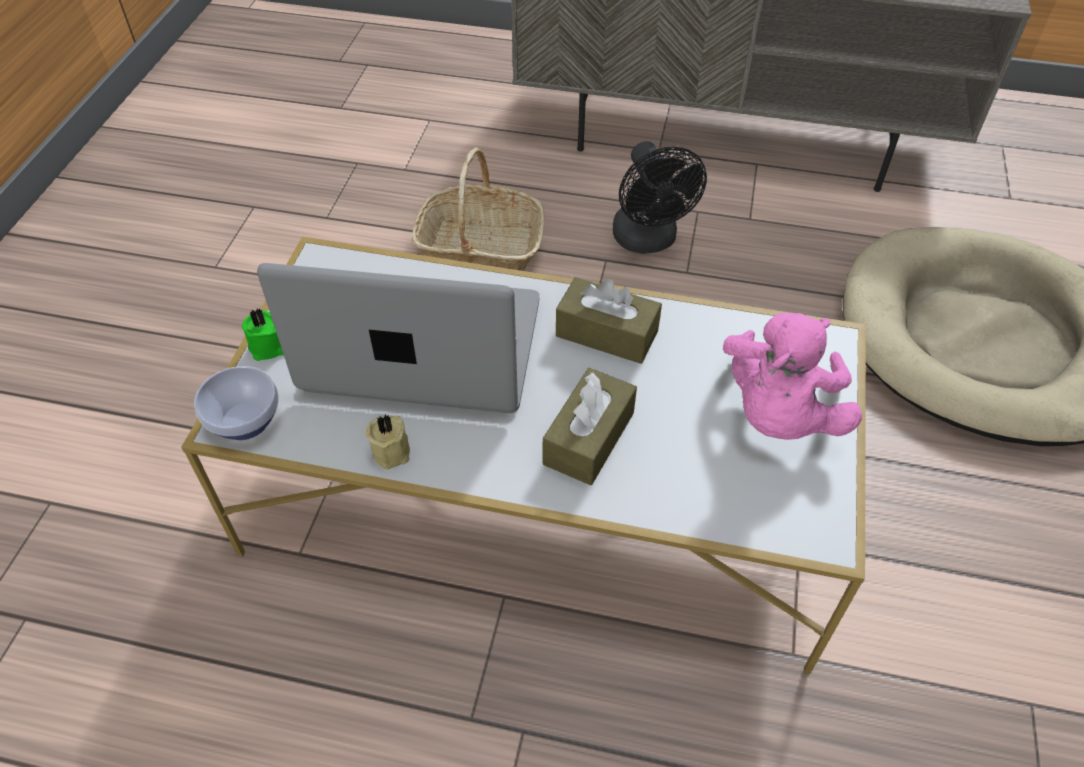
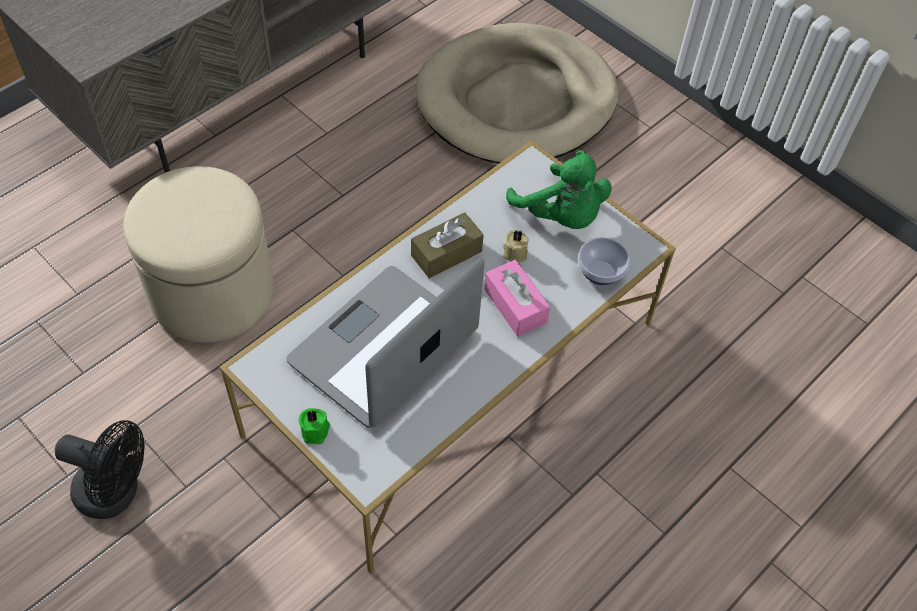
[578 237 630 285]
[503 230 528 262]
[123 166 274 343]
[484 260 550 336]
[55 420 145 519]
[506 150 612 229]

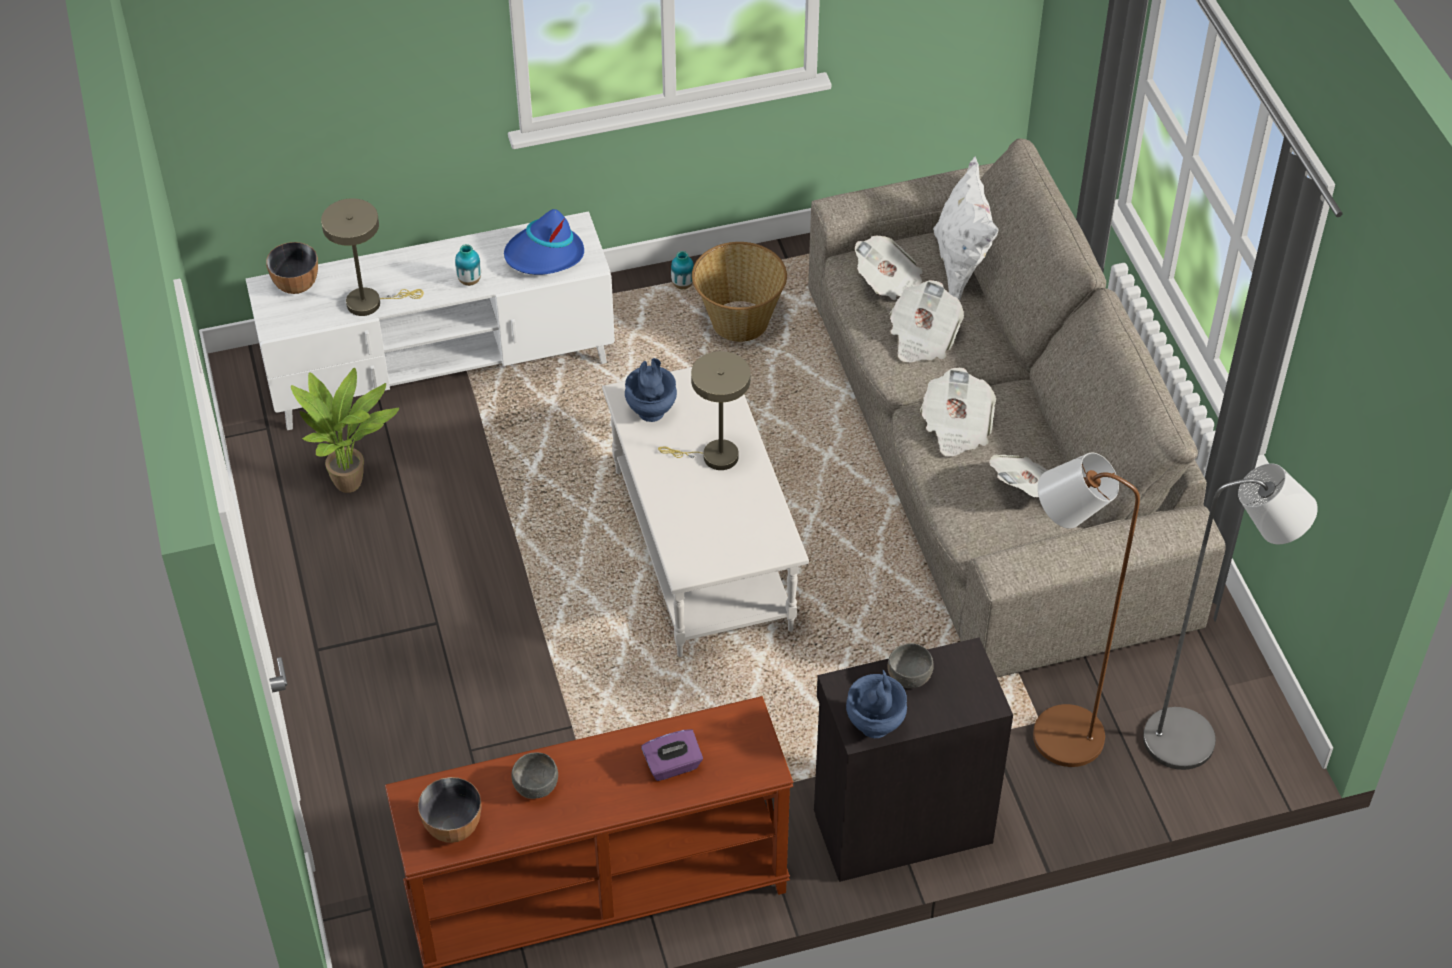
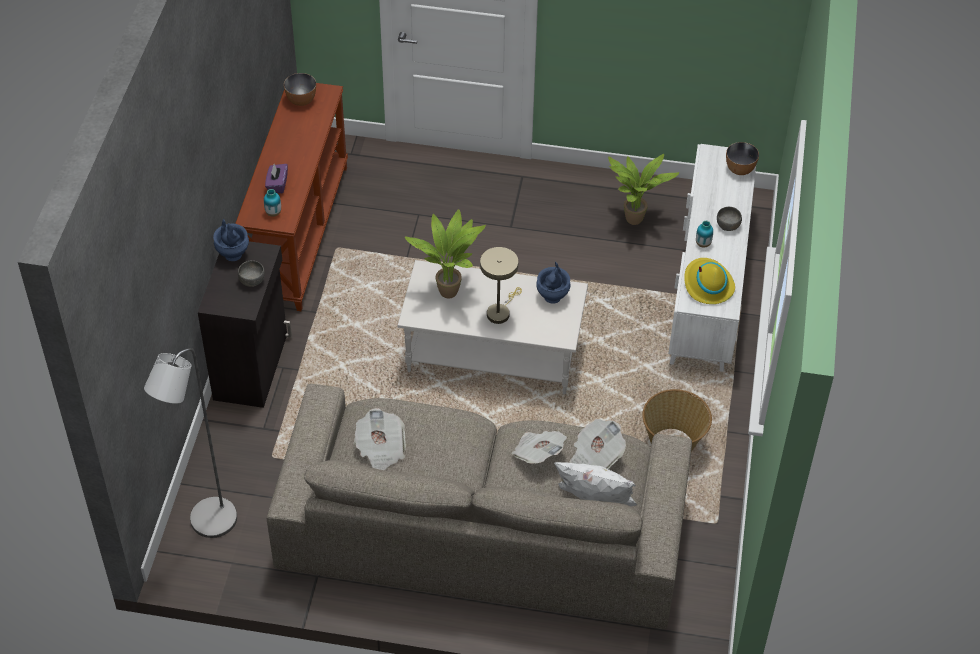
[321 198 424 316] (first image)
[684 258 735 304]
[717 207 742 231]
[264 189 281 217]
[920 368 996 457] (first image)
[1033 452 1140 767] (first image)
[405 209 486 299]

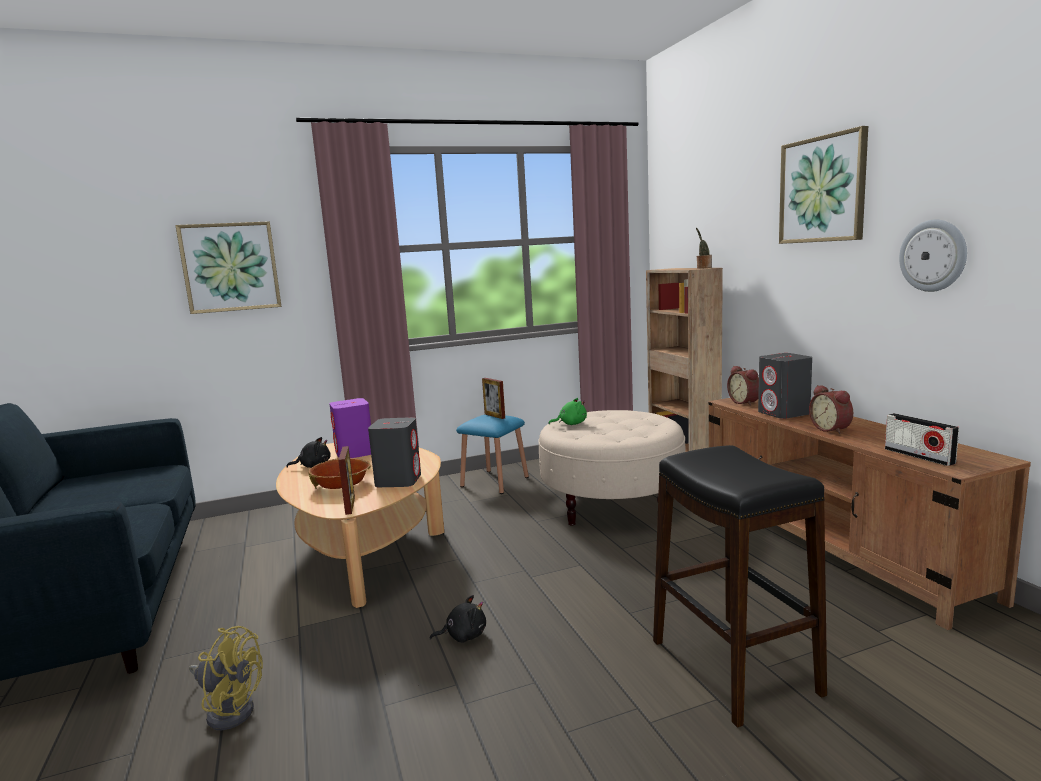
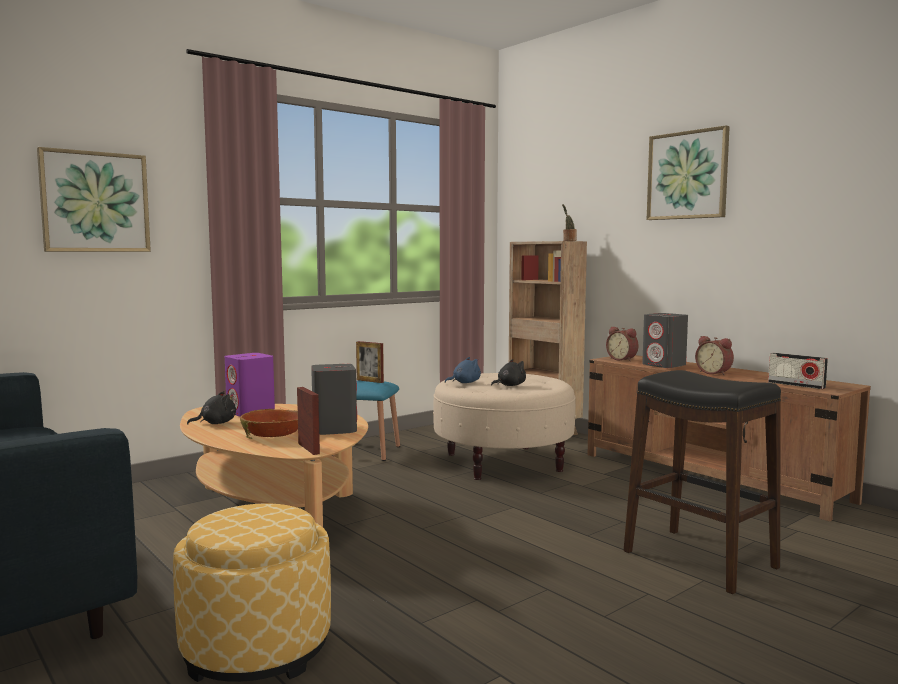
[173 503 331 682]
[491 359 526 386]
[445 357 481 383]
[899 220 967 292] (first image)

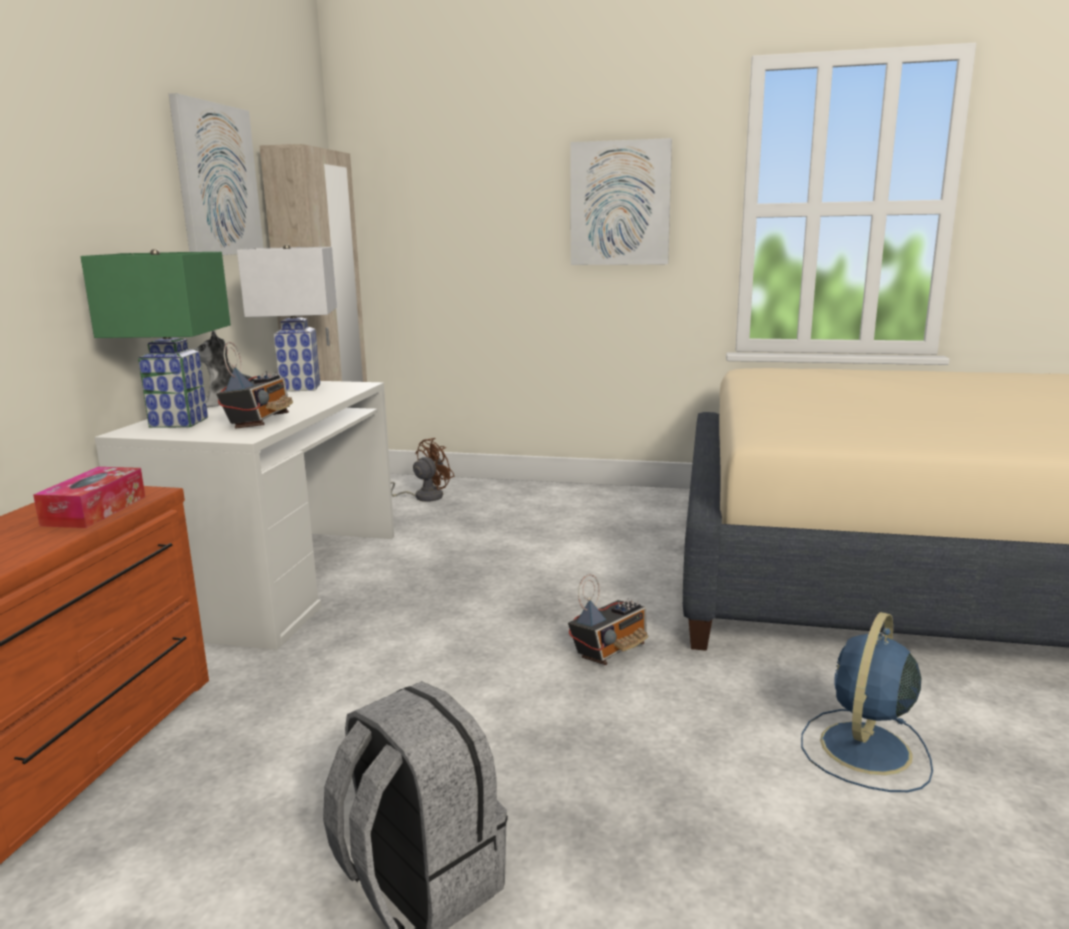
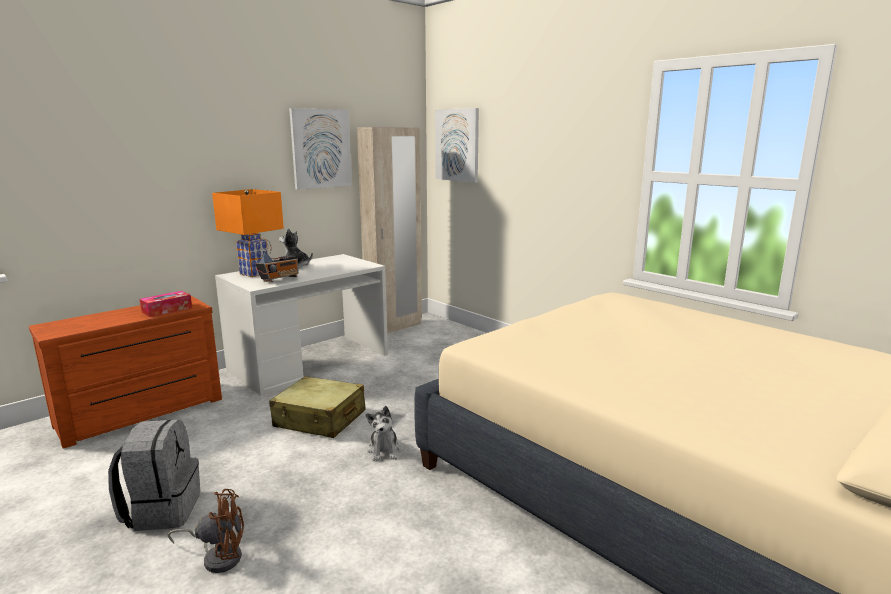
[212 189 284 277]
[237 244 337 392] (first image)
[168 489 244 573]
[366 406 400 461]
[435 108 479 183]
[801 612 933 792] (first image)
[269 376 365 438]

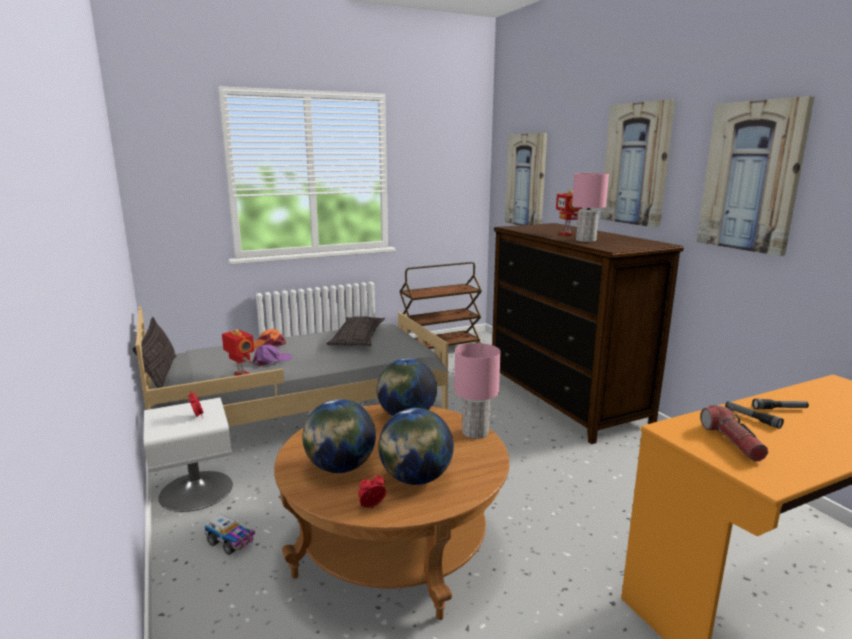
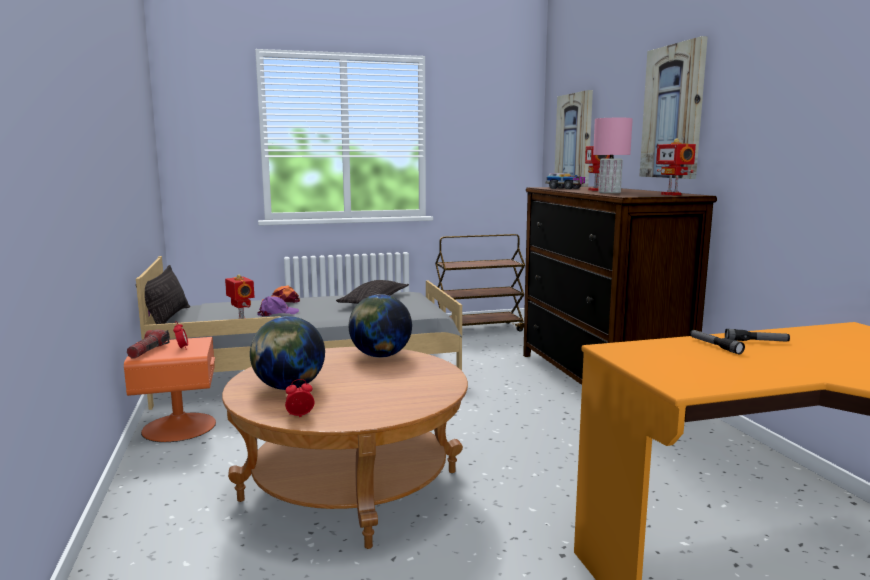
[124 337 216 442]
[546 173 585 189]
[378 408 454 485] (first image)
[454 343 501 439] (first image)
[697 96 815 256] (first image)
[127 329 170 359]
[656 138 696 195]

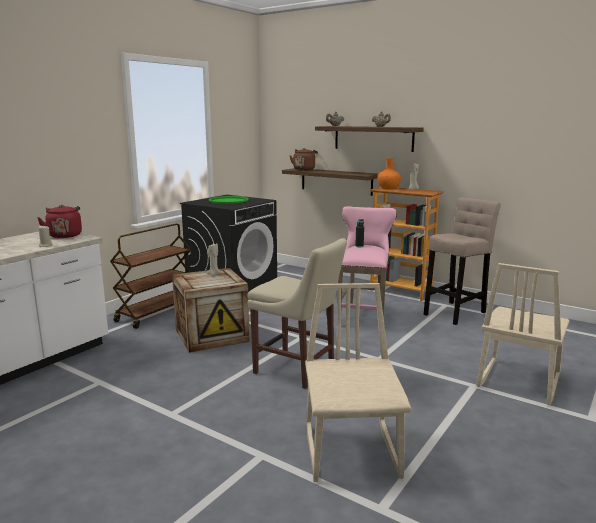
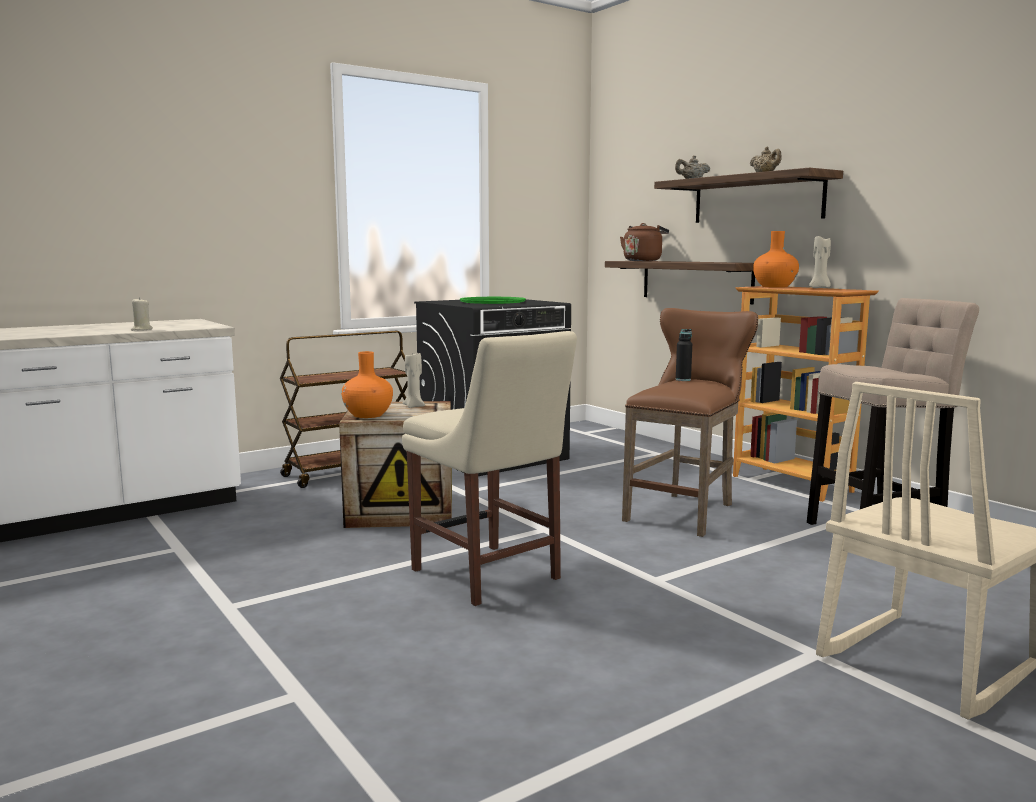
[37 205 82 238] (first image)
[305 283 411 482] (first image)
[622 308 758 537]
[341 351 393 418]

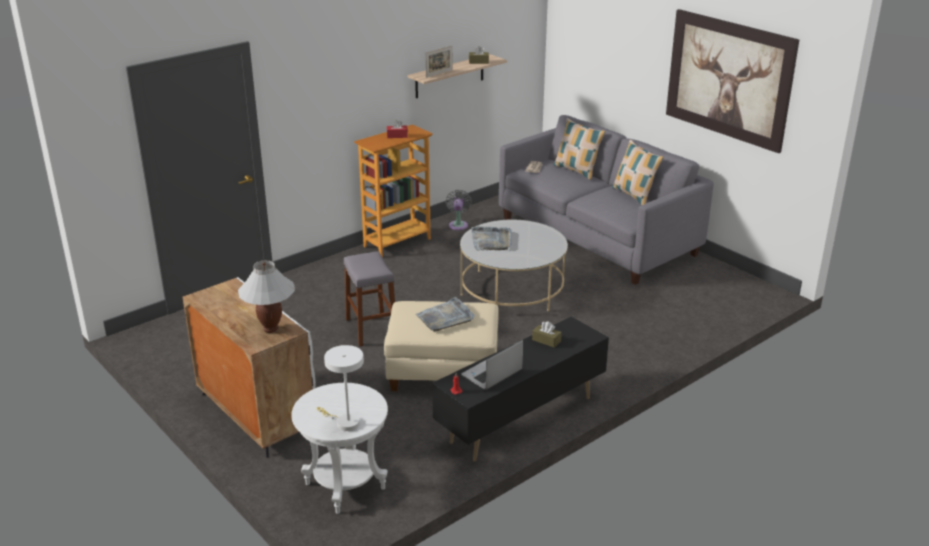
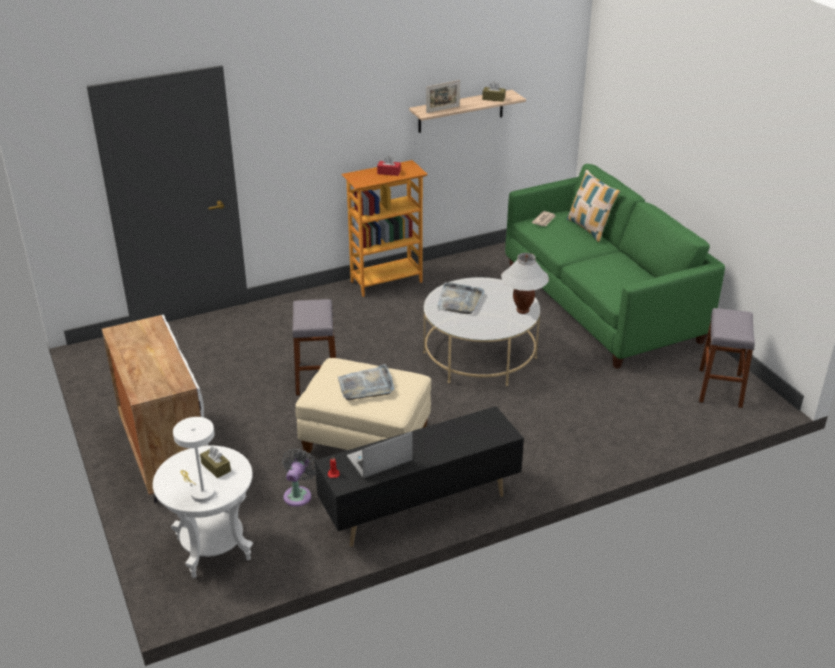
[501 253 549 314]
[282 448 316 507]
[505 164 725 369]
[200 447 231 478]
[612 140 664 205] (first image)
[666 9 799 153] (first image)
[699 308 755 408]

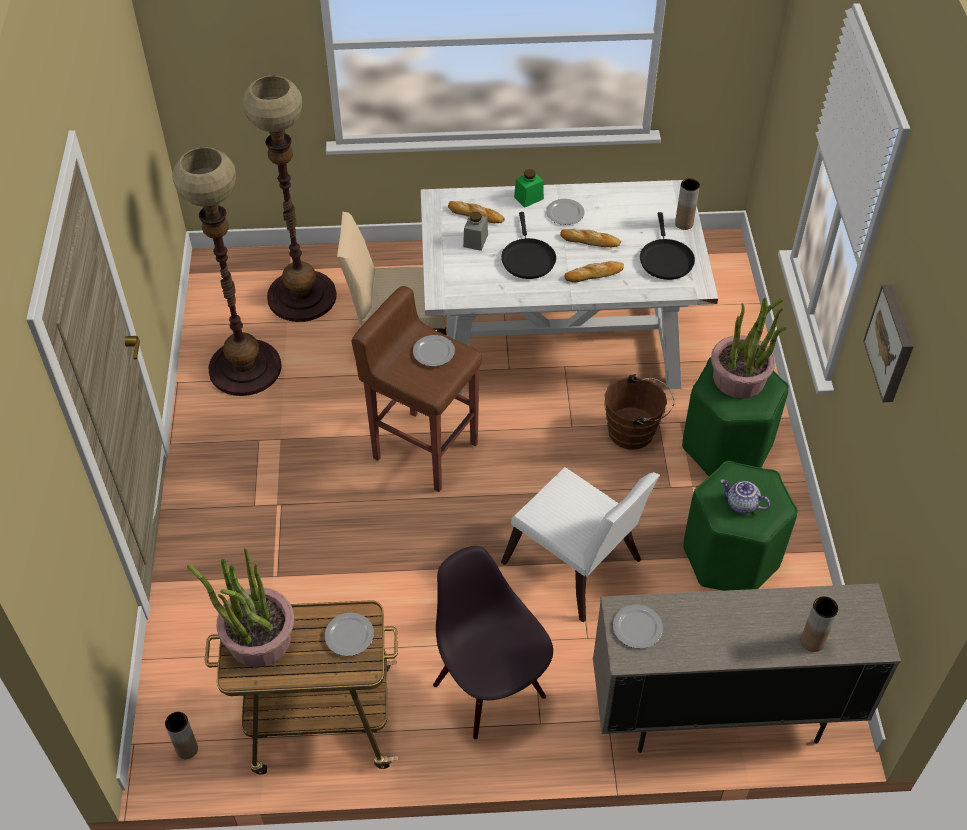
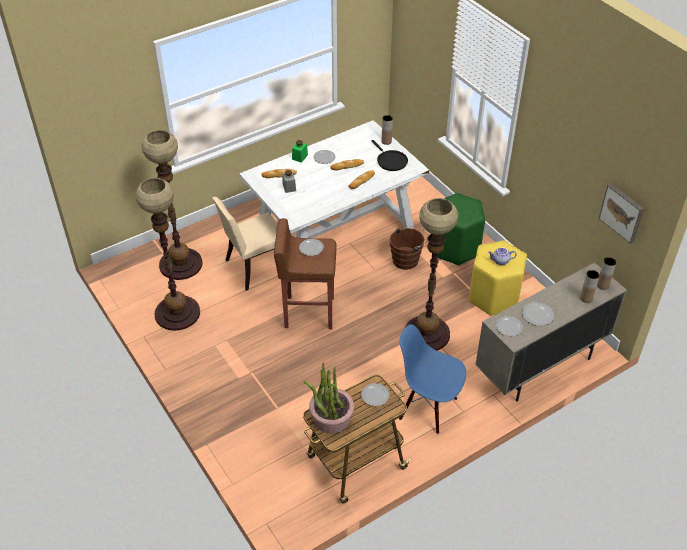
[597 257 616 290]
[399 324 466 434]
[501 212 556 279] (first image)
[405 198 458 351]
[469 240 527 316]
[711 298 787 398] (first image)
[599 183 644 244]
[522 302 554 326]

